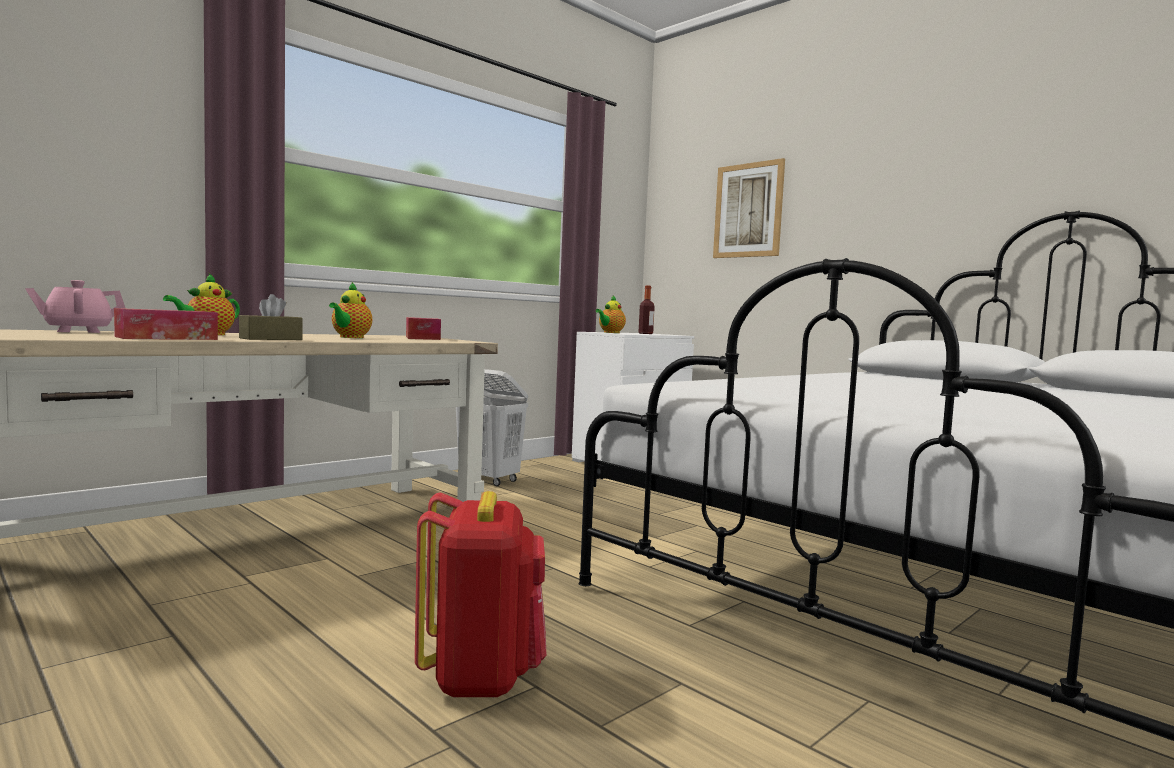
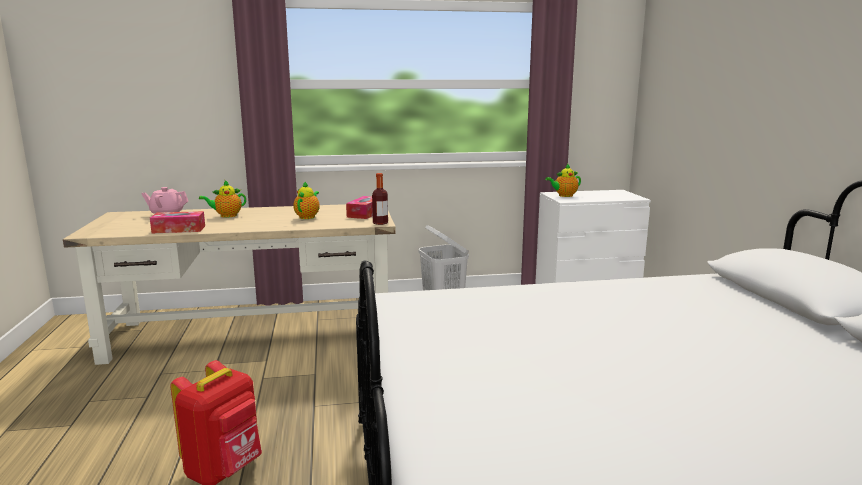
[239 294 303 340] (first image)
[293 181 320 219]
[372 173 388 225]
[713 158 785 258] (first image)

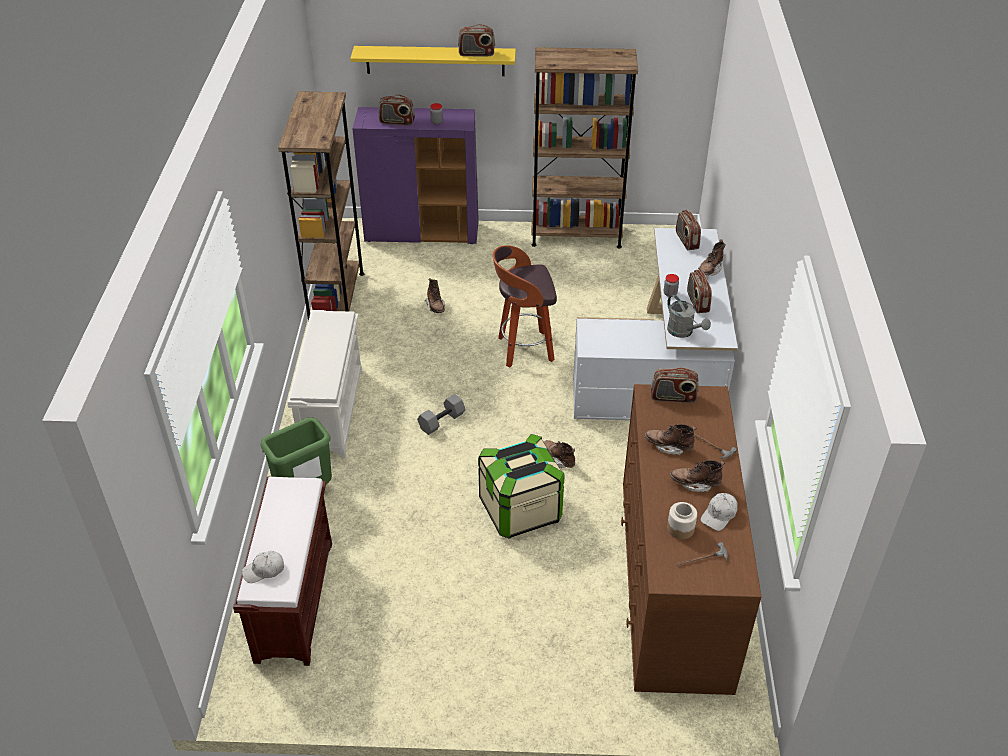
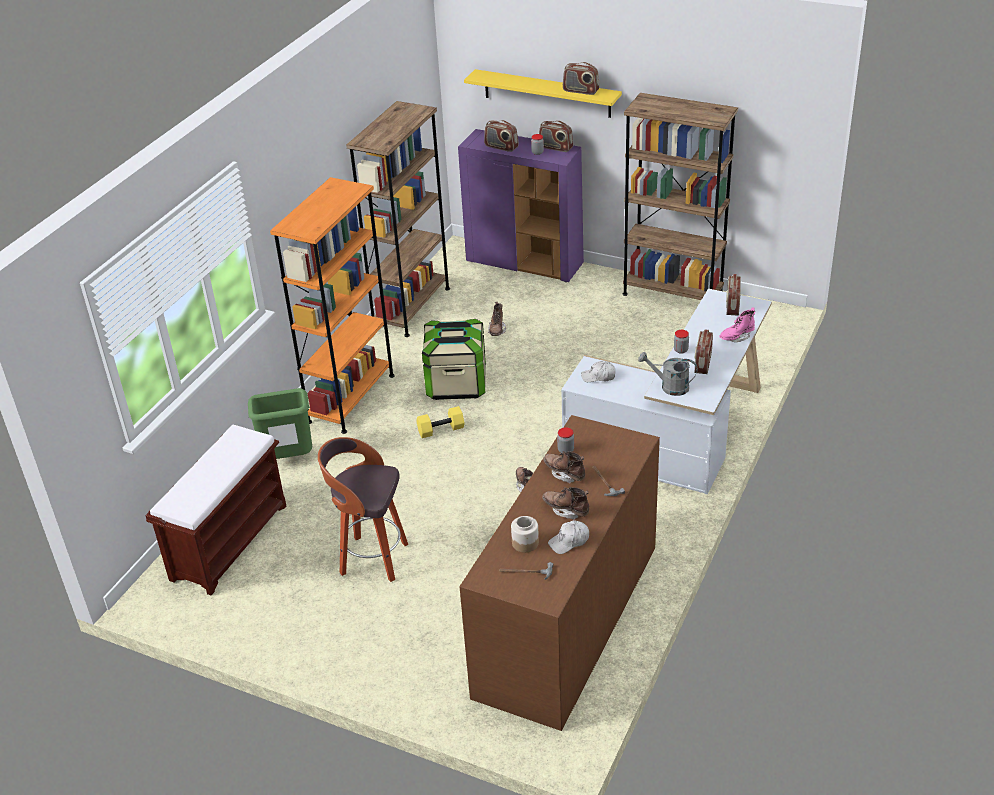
[581 361 616 382]
[270 177 395 434]
[416 406 465 438]
[422 319 486 400]
[318 437 408 582]
[539 121 573 152]
[638 352 697 396]
[720 307 755 342]
[557 427 574 453]

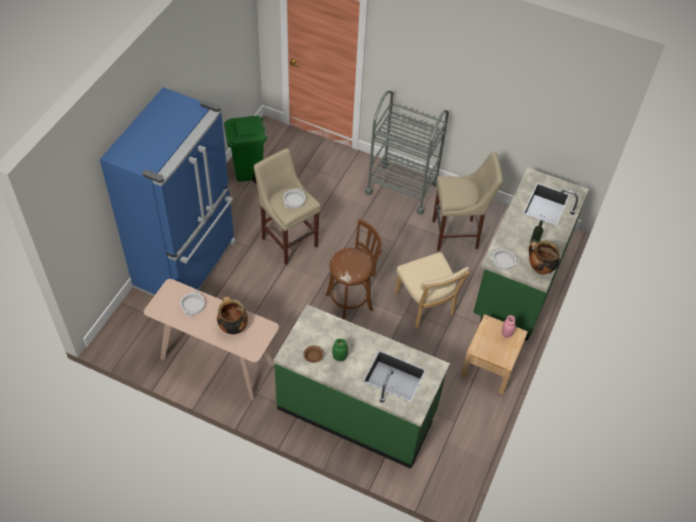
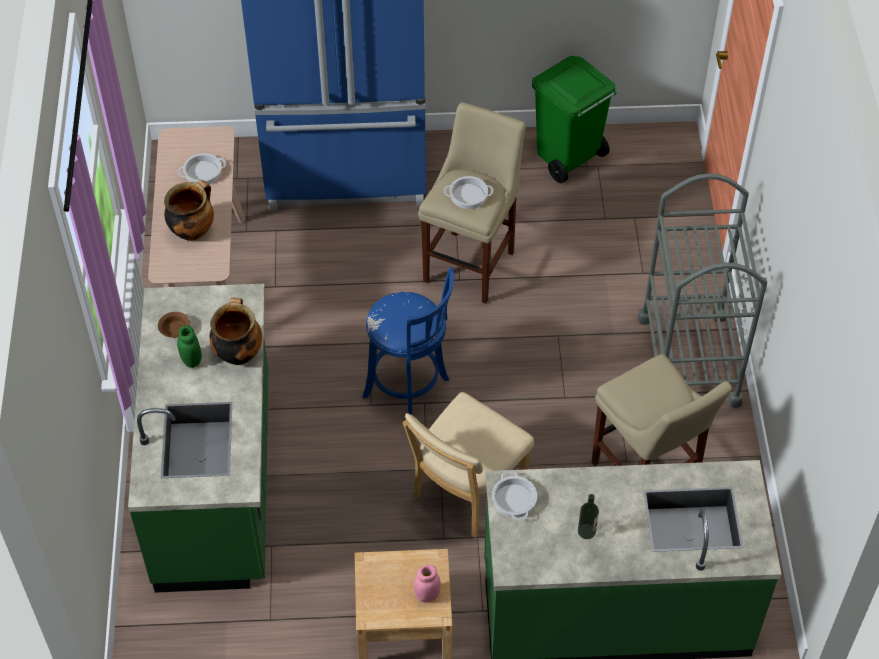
[362 267 454 415]
[209 297 262 365]

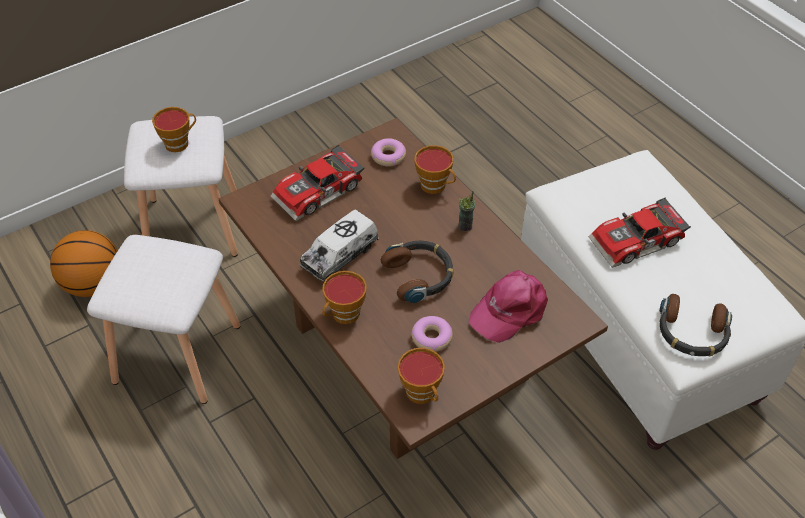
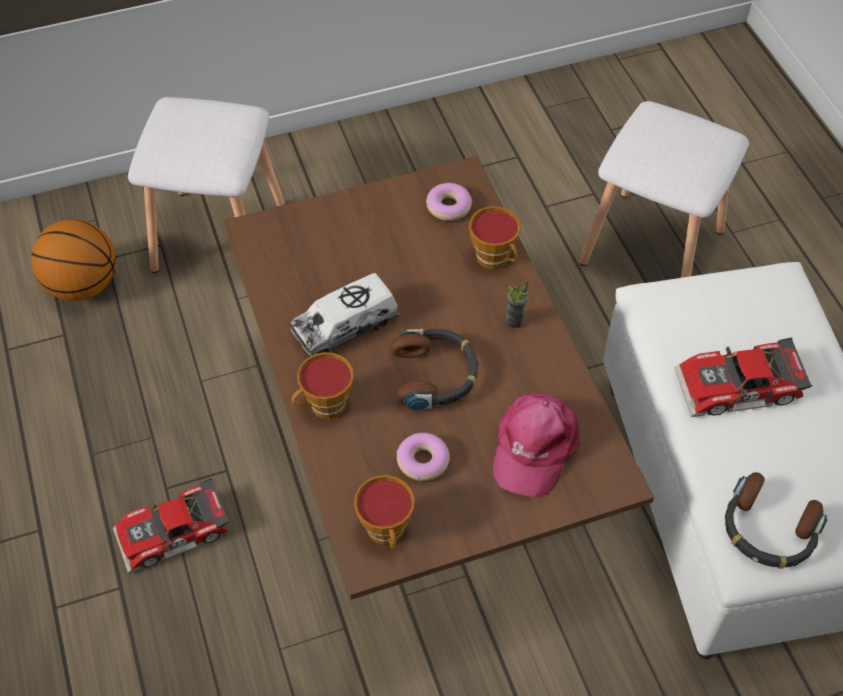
[580 101 749 278]
[152 107 196 152] (first image)
[113 478 229 574]
[493 393 580 498]

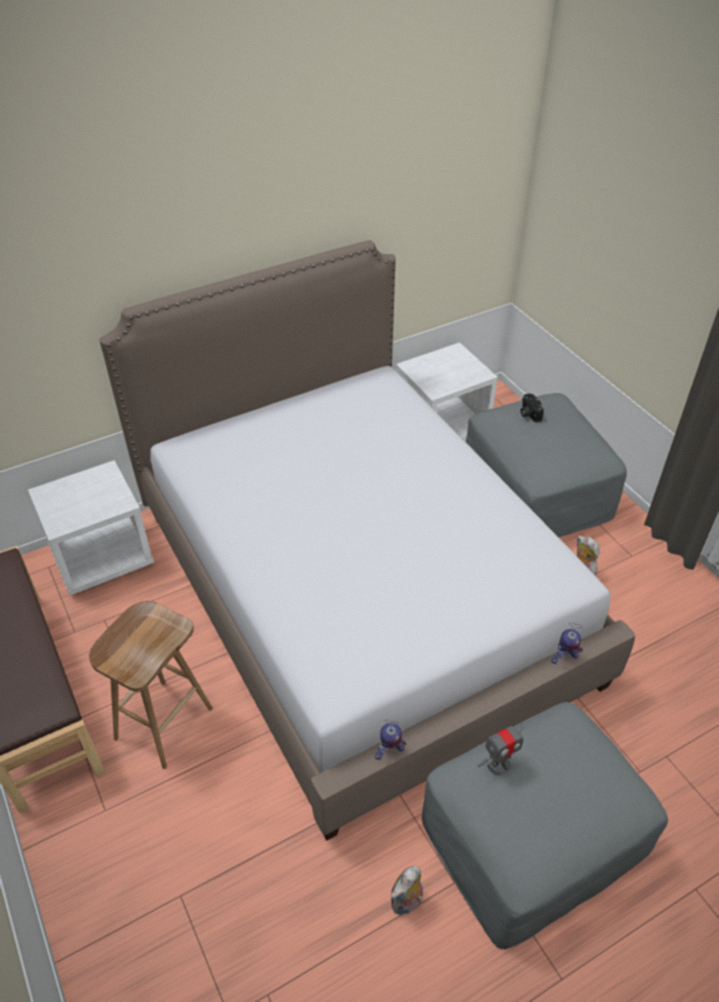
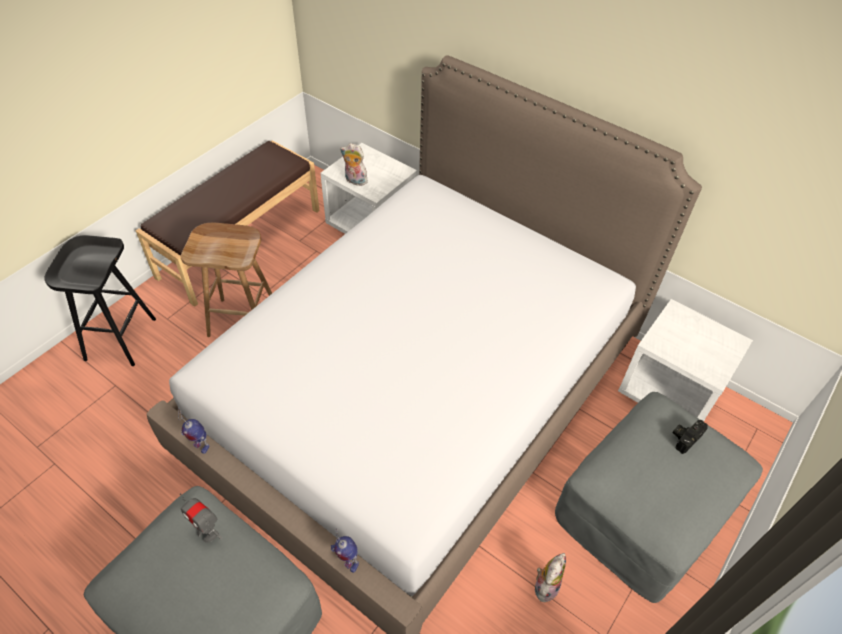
[340 143 369 186]
[45 235 156 366]

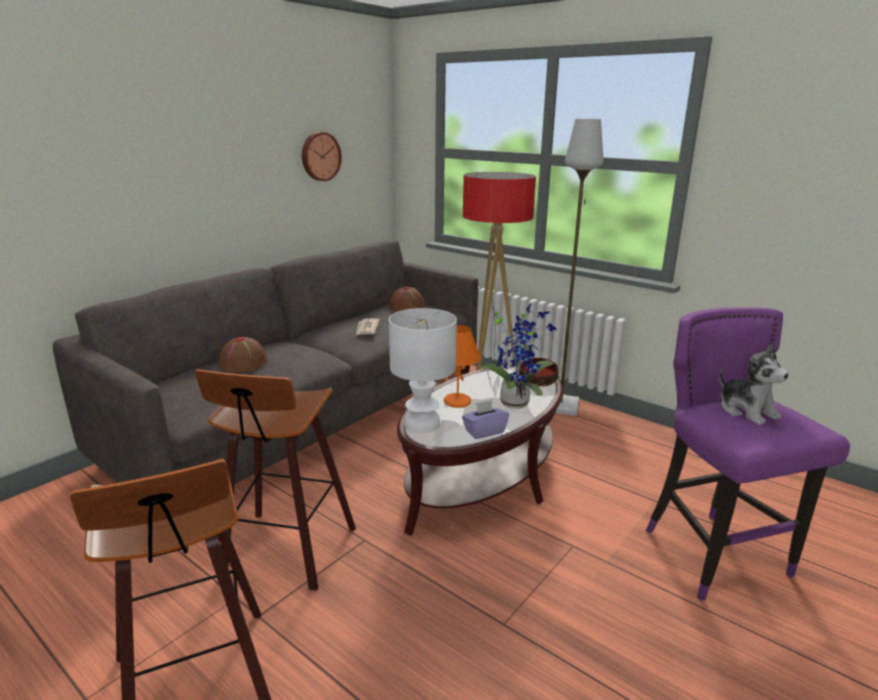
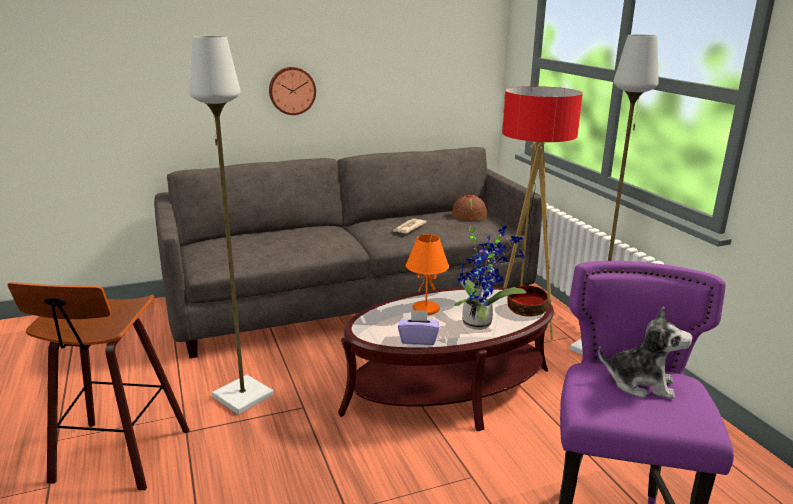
[189 36 274 414]
[219 337 268 372] (first image)
[269 67 316 115]
[389 308 457 433] (first image)
[598 307 693 399]

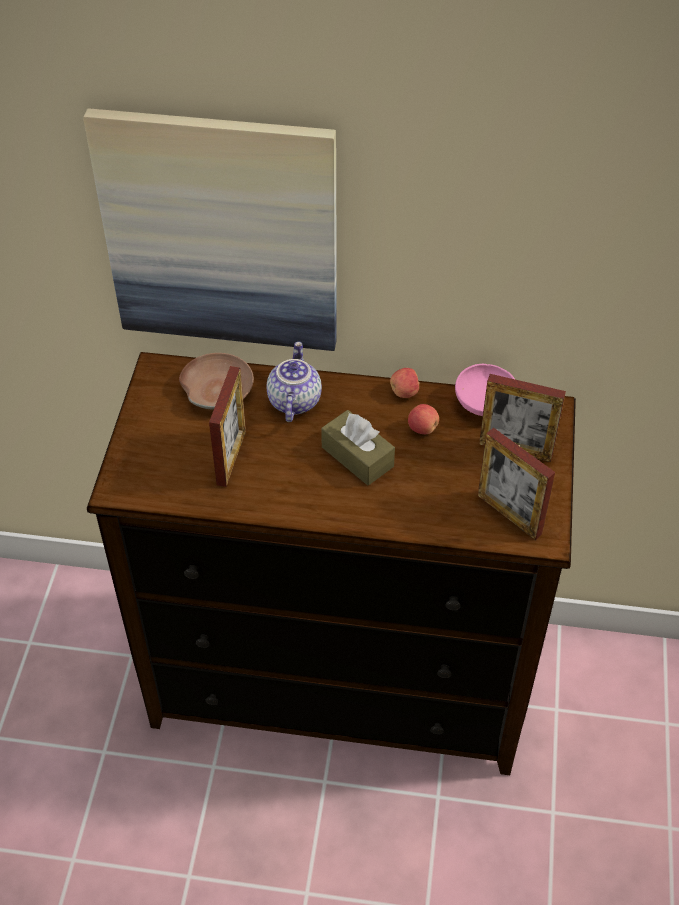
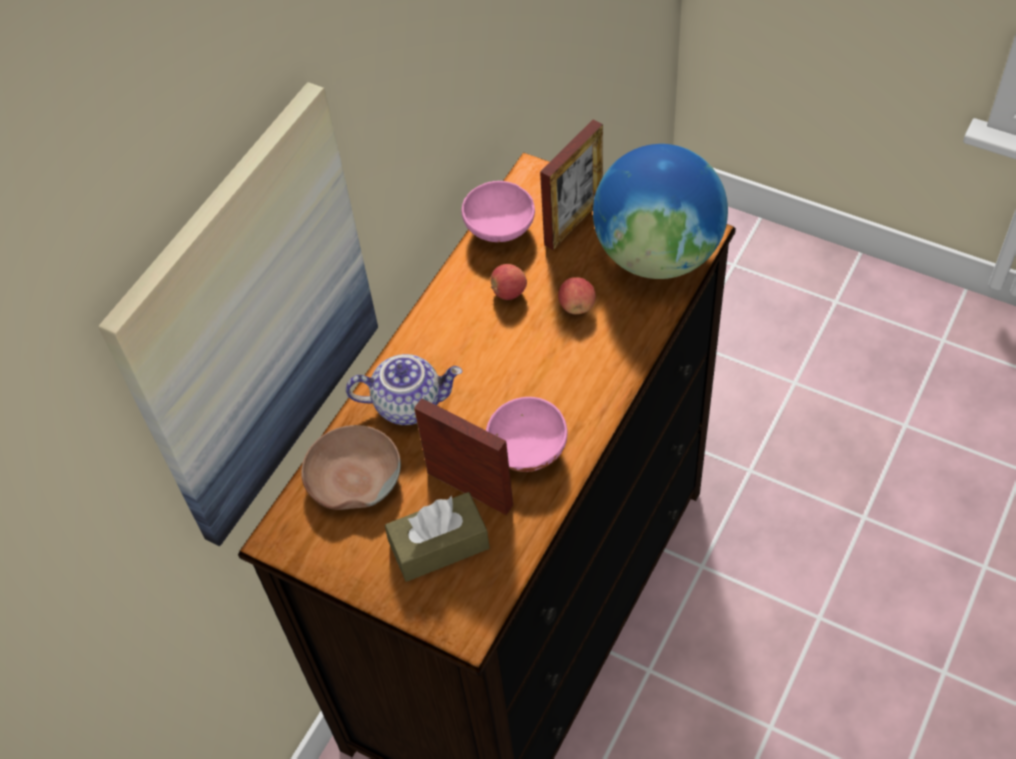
[346 354 463 425]
[385 492 490 582]
[558 277 596 314]
[593 144 728 279]
[486 397 568 472]

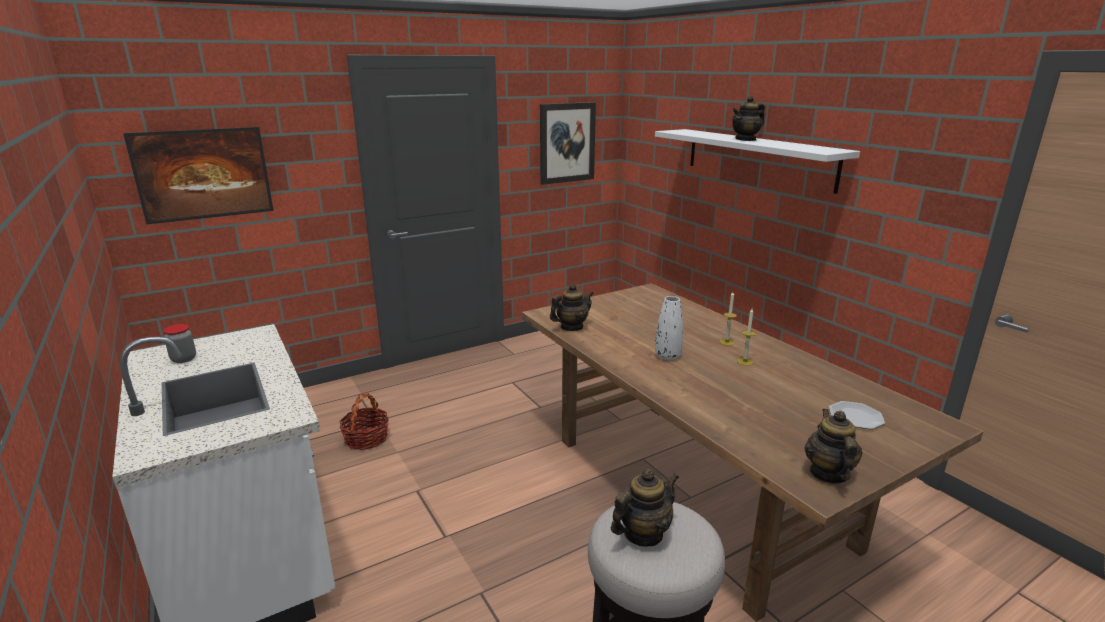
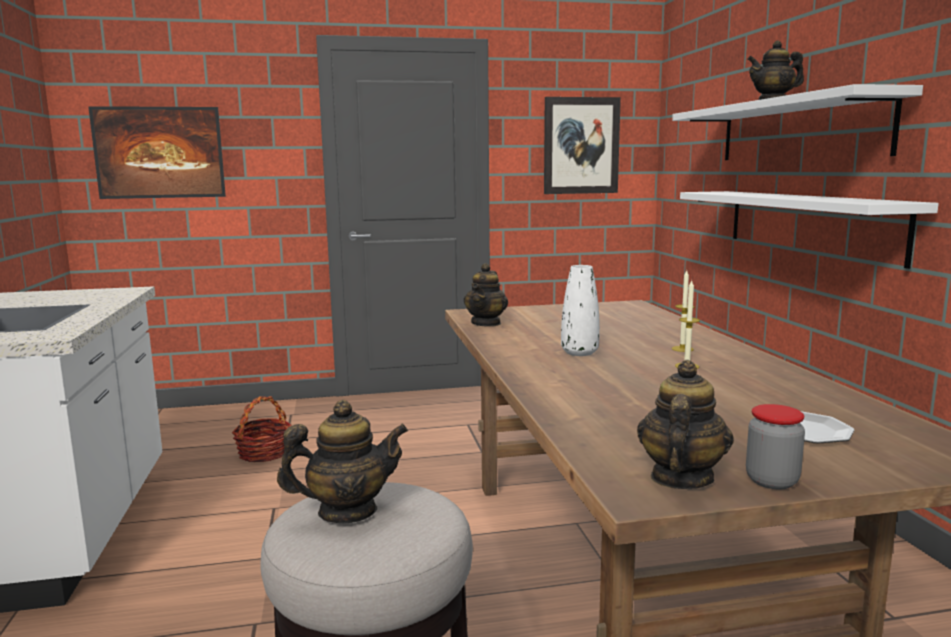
[746 404 805 489]
[464 263 508 327]
[680 191 939 269]

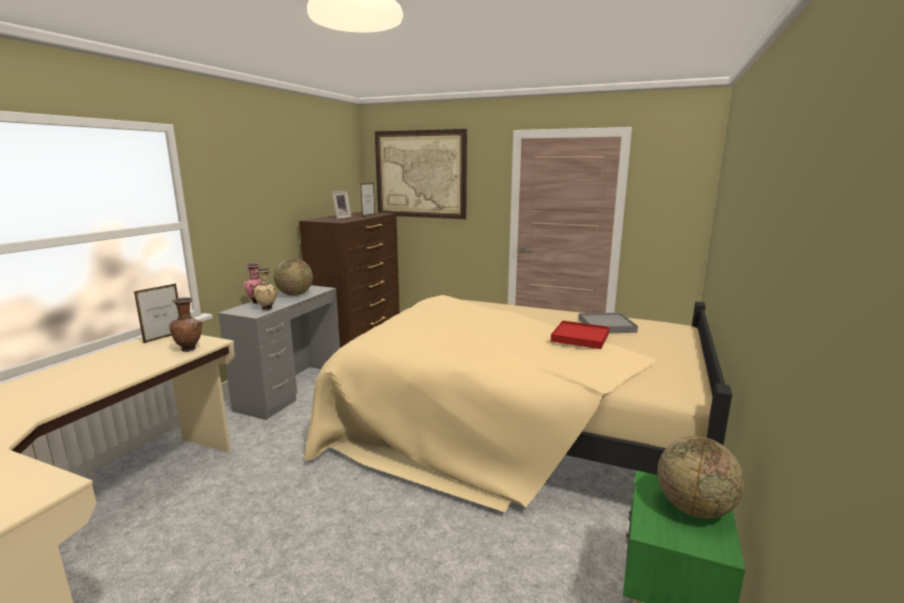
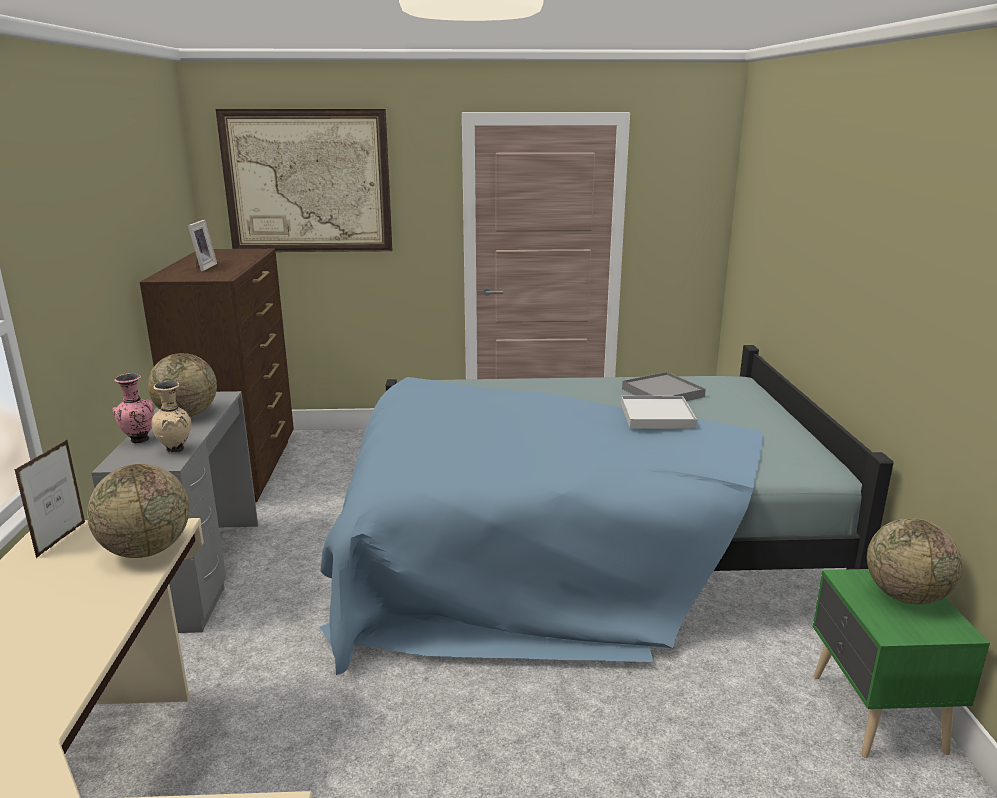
[87 464 189 558]
[320 345 894 675]
[360 182 375 217] (first image)
[621 396 697 429]

